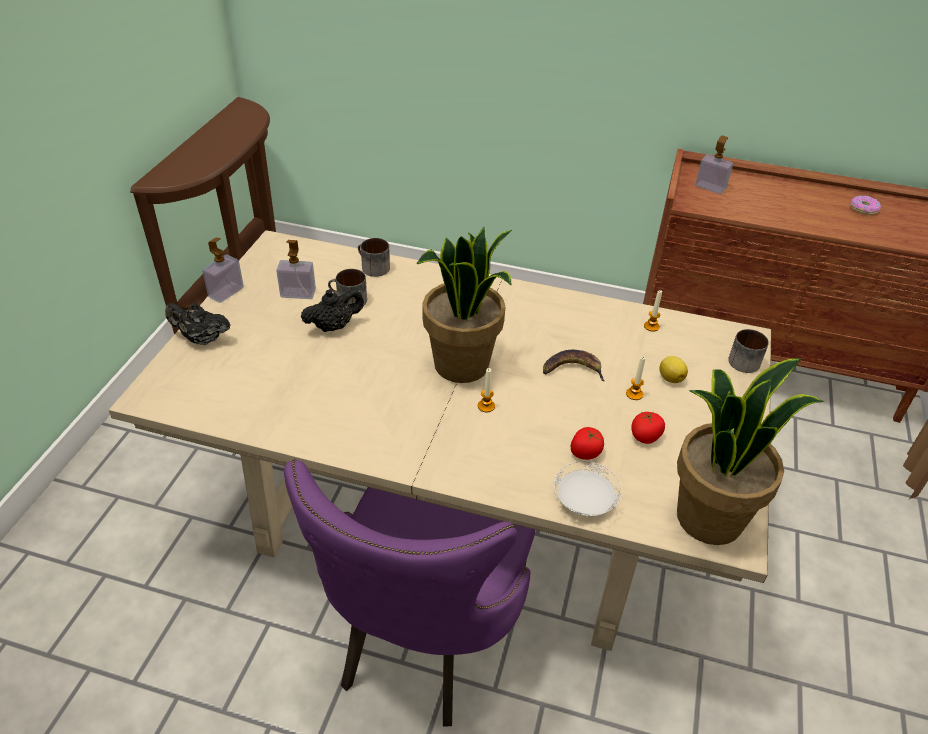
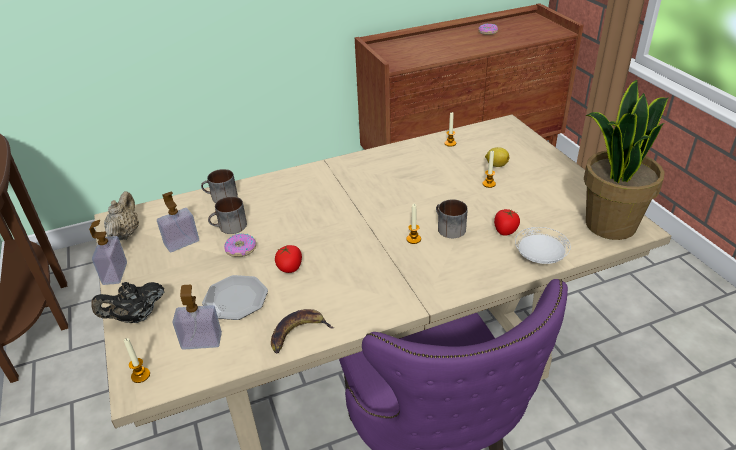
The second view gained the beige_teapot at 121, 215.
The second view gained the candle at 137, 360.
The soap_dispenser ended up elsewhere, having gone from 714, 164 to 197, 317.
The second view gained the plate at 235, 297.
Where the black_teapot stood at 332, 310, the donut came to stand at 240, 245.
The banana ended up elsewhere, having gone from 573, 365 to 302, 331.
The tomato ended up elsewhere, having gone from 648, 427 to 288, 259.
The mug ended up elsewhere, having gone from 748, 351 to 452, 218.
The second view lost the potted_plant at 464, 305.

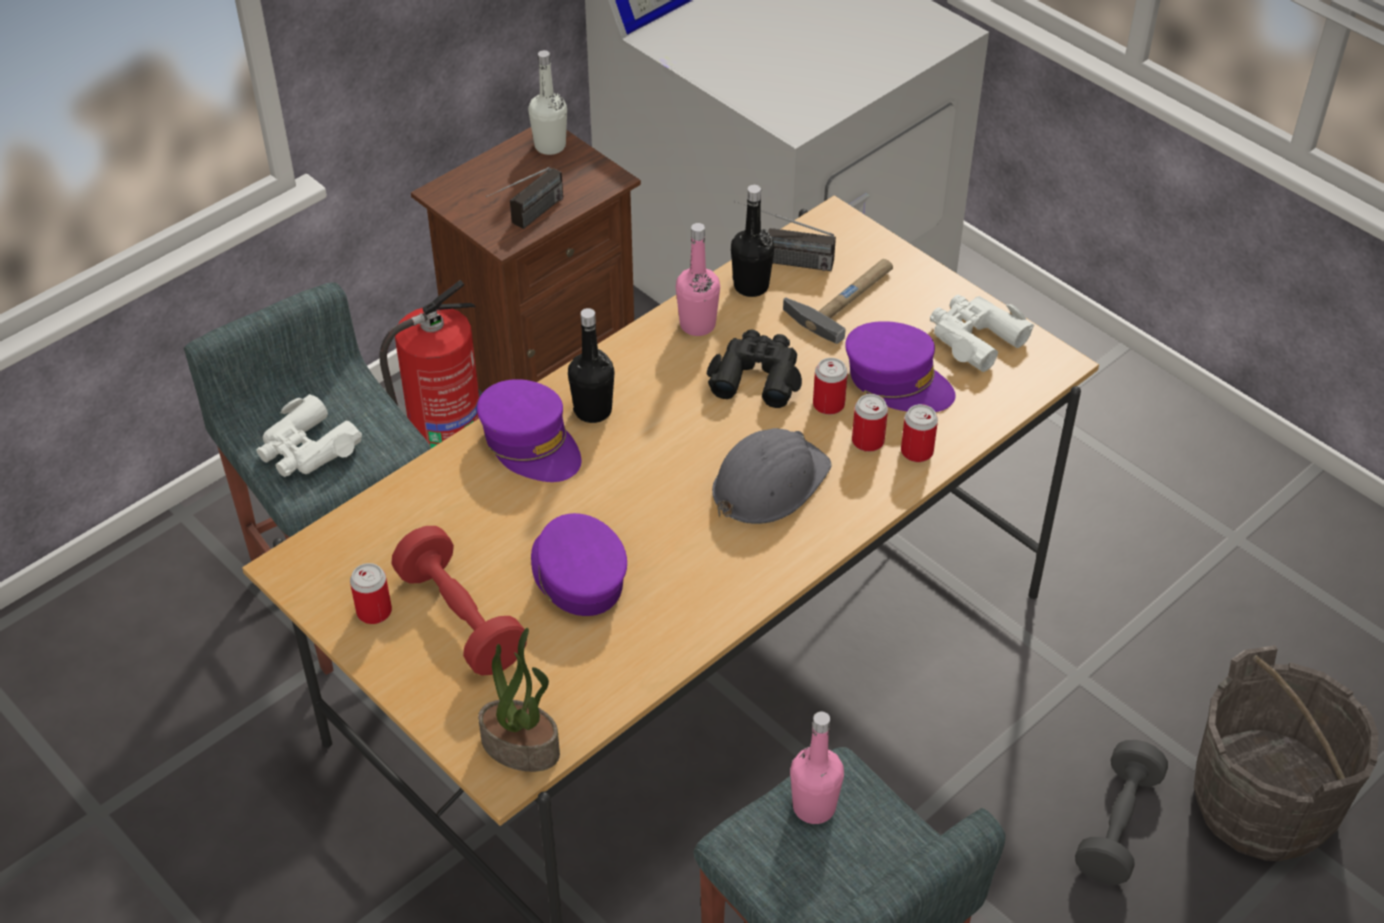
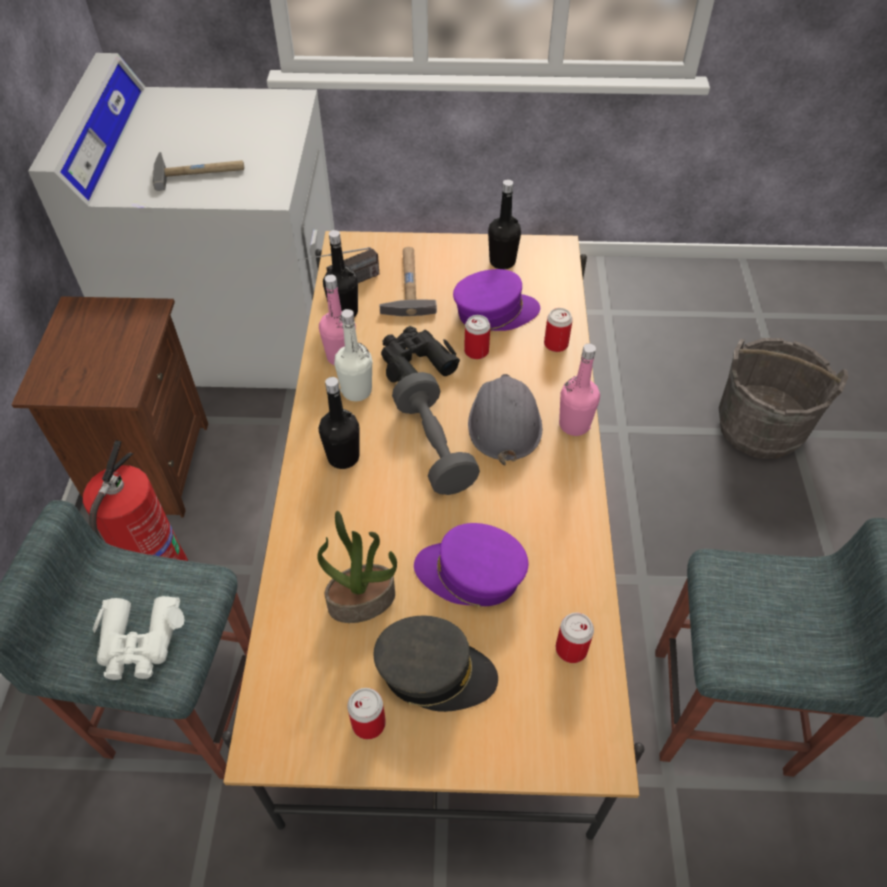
The second view gained the hammer at 198, 171.
The potted_plant ended up elsewhere, having gone from 519, 700 to 357, 567.
The white_bottle ended up elsewhere, having gone from 547, 102 to 353, 355.
Where the red_dumbbell stood at 459, 601, the grey_cap came to stand at 435, 664.
The grey_dumbbell ended up elsewhere, having gone from 1121, 812 to 436, 433.
Where the white_binoculars stood at 982, 333, the black_bottle came to stand at 504, 224.
The can ended up elsewhere, having gone from 870, 423 to 575, 638.
The pink_bottle ended up elsewhere, having gone from 817, 768 to 579, 390.
The second view lost the purple_cap at 529, 430.
The second view lost the radio at 524, 198.

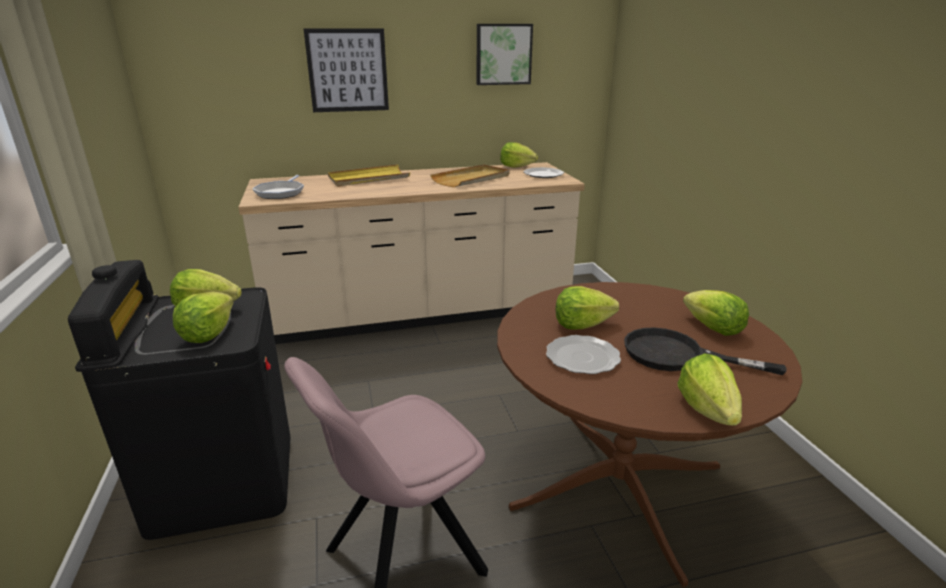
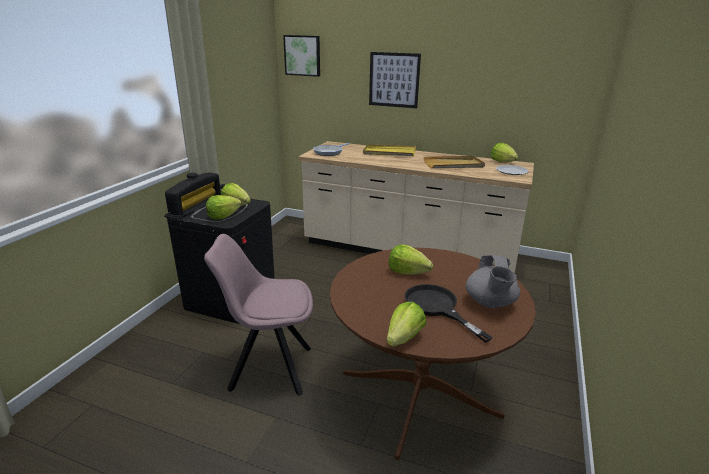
The picture ended up elsewhere, having gone from 505, 54 to 301, 56.
Where the lettuce stood at 716, 313, the grey_teapot came to stand at 493, 281.
The second view lost the plate at 583, 354.

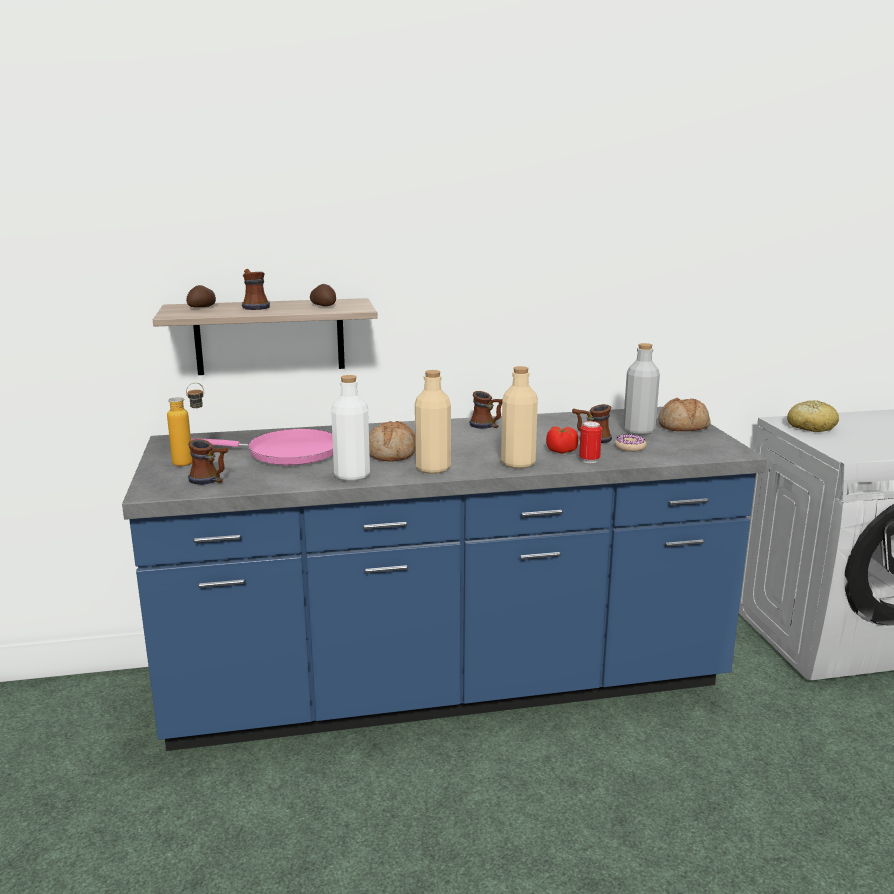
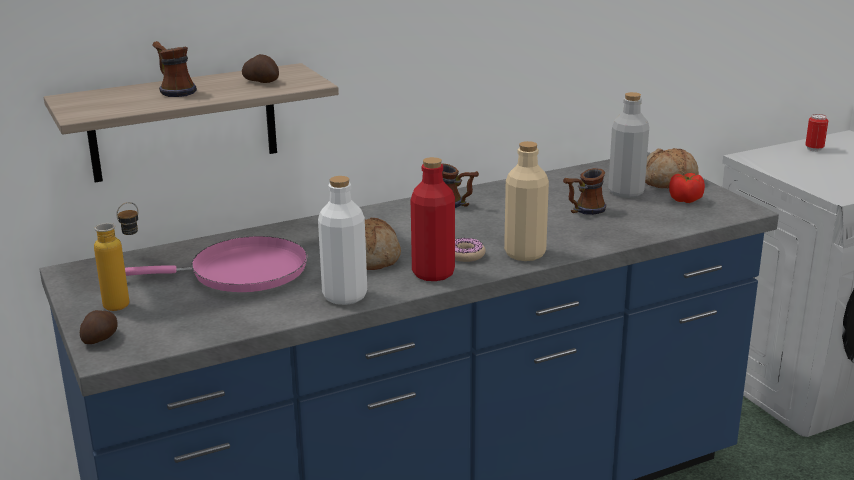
The potato ended up elsewhere, having gone from 201, 296 to 98, 327.
What was the beige_bottle at 433, 422 turned into the red_bottle at 433, 219.
The donut ended up elsewhere, having gone from 630, 443 to 470, 250.
The tomato ended up elsewhere, having gone from 562, 440 to 687, 188.
The can ended up elsewhere, having gone from 590, 442 to 816, 133.
The second view lost the mug at 208, 462.
The second view lost the bread at 813, 416.

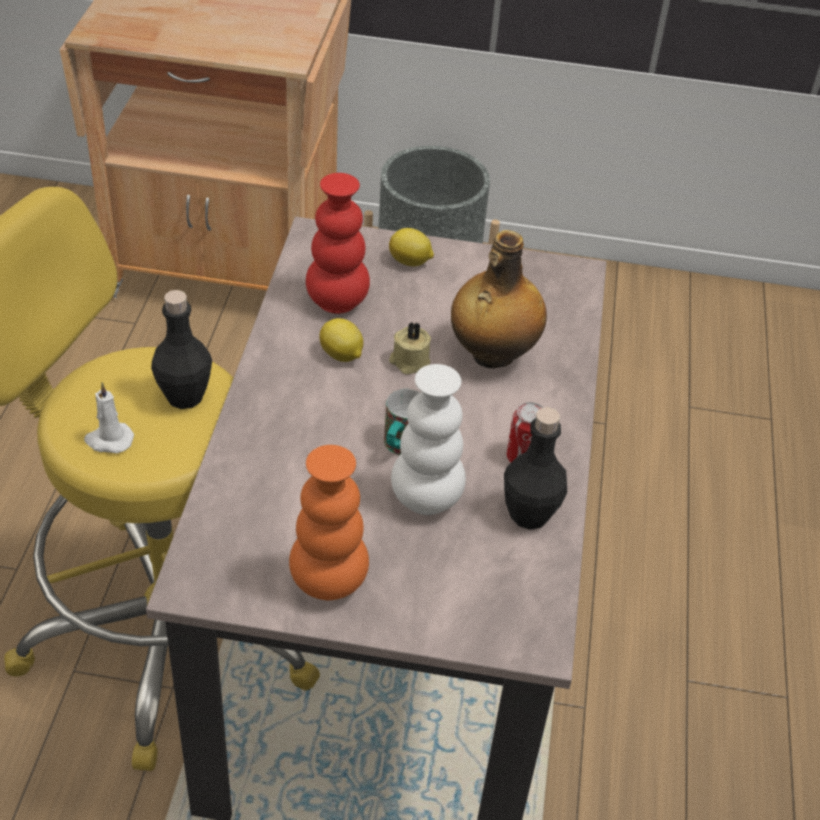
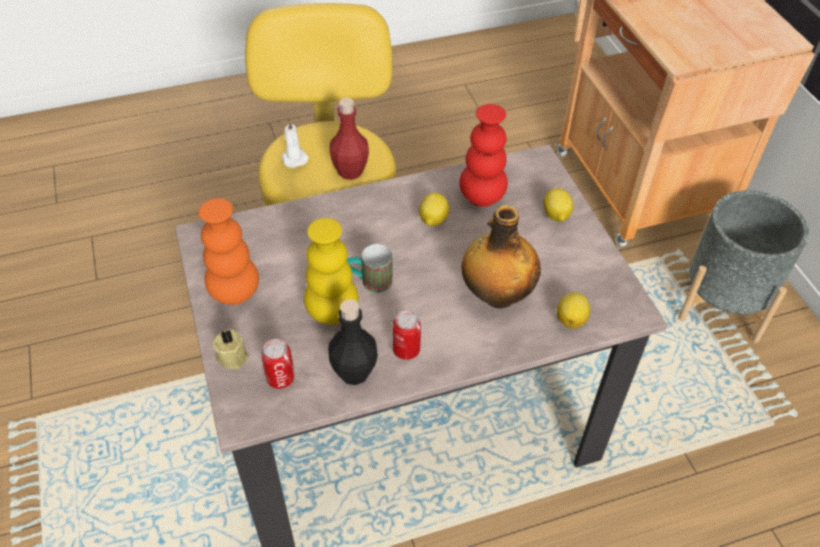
The beige_candle ended up elsewhere, having gone from 410, 348 to 231, 349.
The second view gained the can at 278, 364.
What was the white_vase at 428, 439 turned into the yellow_vase at 331, 271.
What was the black_bottle at 181, 349 turned into the red_bottle at 349, 139.
The second view gained the lemon at 573, 310.

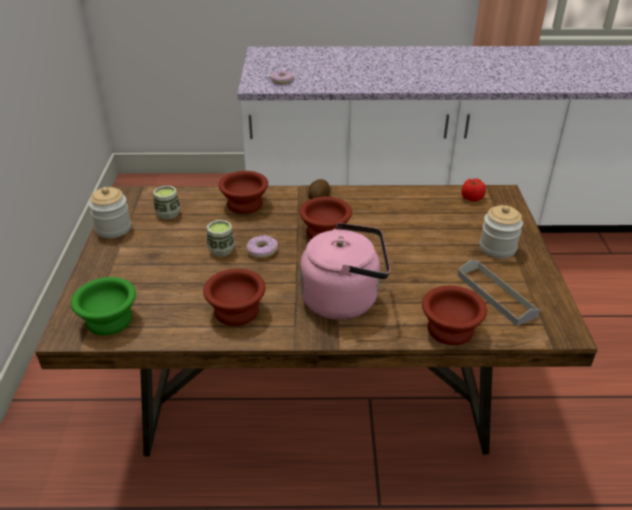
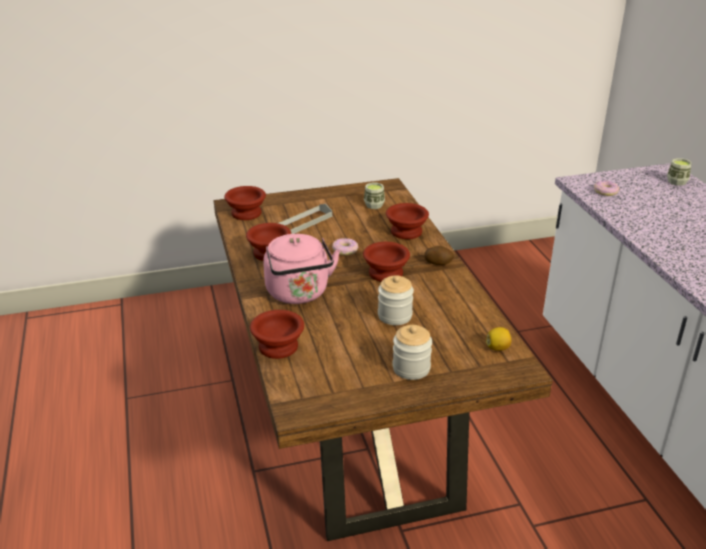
What was the green_bowl at 103, 306 turned into the brown_bowl at 245, 203.
The grey_tray ended up elsewhere, having gone from 499, 293 to 305, 219.
The jar ended up elsewhere, having gone from 110, 212 to 396, 300.
Where the tomato stood at 473, 190, the lemon came to stand at 498, 339.
The cup ended up elsewhere, having gone from 221, 238 to 679, 172.

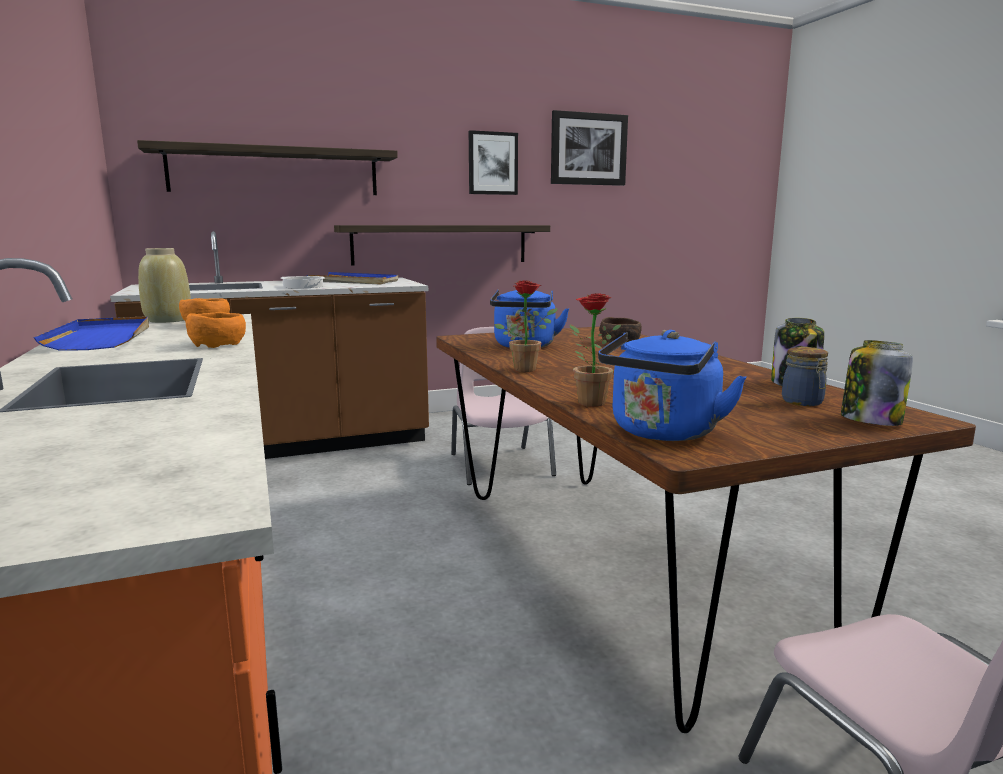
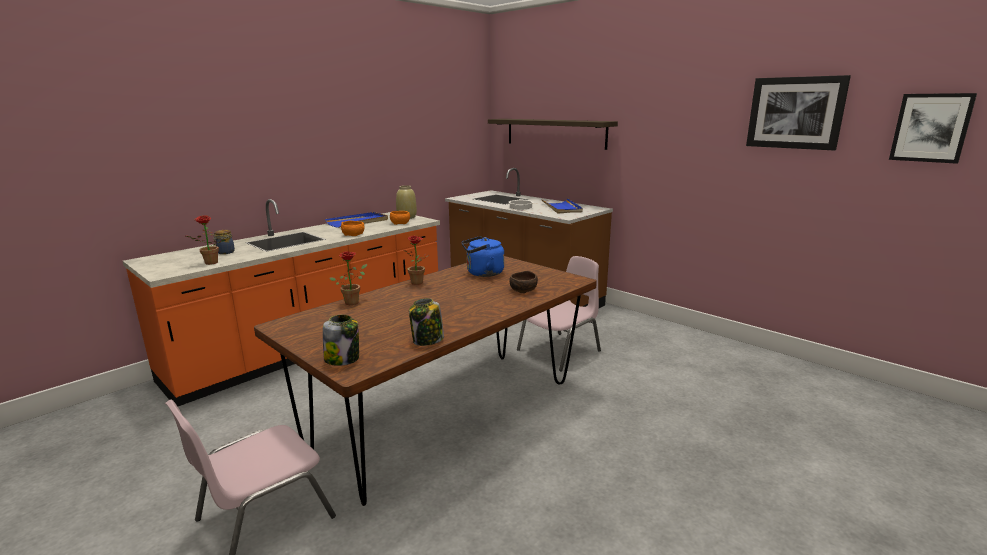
The second view gained the potted_plant at 206, 240.
The jar ended up elsewhere, having gone from 805, 376 to 223, 242.
The picture ended up elsewhere, having gone from 493, 162 to 933, 128.
The second view lost the shelf at 442, 245.
The second view lost the blue_kettle at 672, 385.

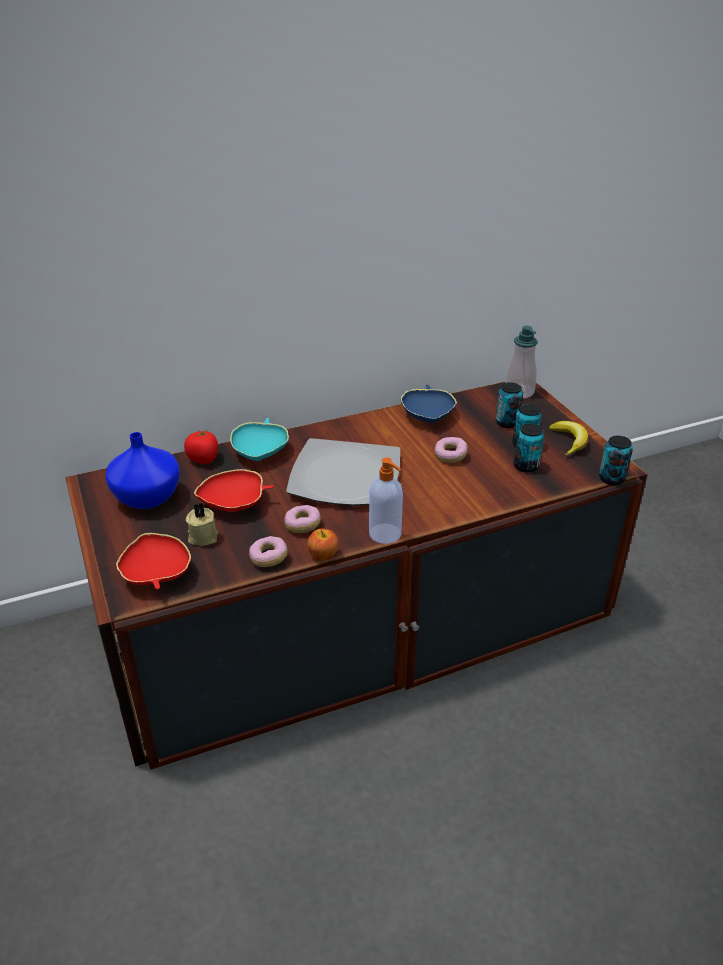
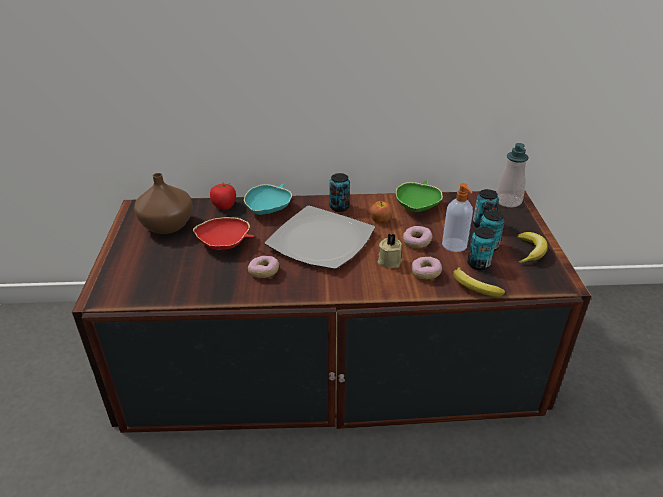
What was the blue_vase at 142, 470 turned into the brown_vase at 163, 203.
The can ended up elsewhere, having gone from 616, 460 to 339, 192.
The apple ended up elsewhere, having gone from 323, 545 to 381, 212.
The beige_candle ended up elsewhere, having gone from 202, 524 to 389, 251.
What was the blue_bowl at 429, 404 turned into the green_bowl at 419, 196.
The donut ended up elsewhere, having gone from 268, 551 to 426, 268.
The soap_dispenser ended up elsewhere, having gone from 386, 500 to 457, 217.
The second view gained the banana at 479, 282.
The second view lost the red_bowl at 153, 561.

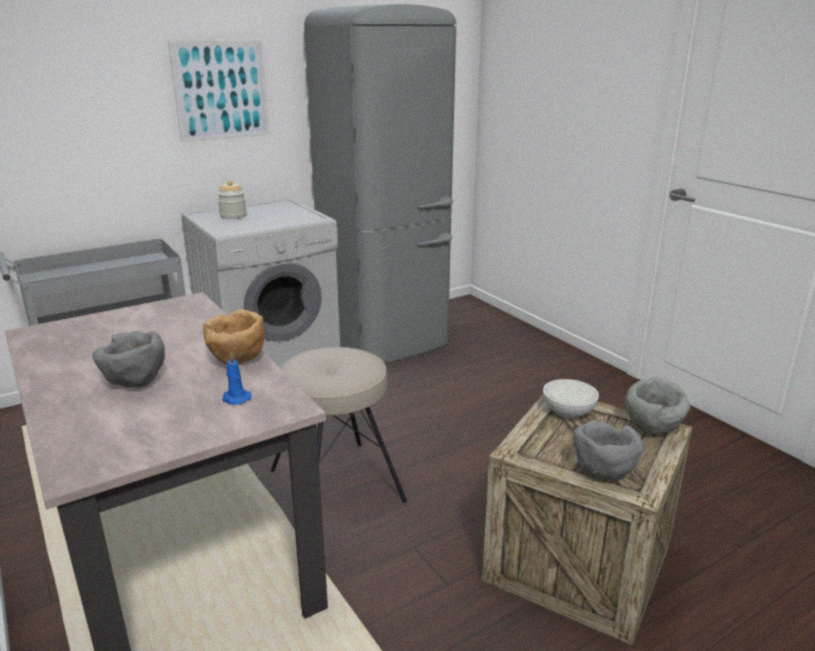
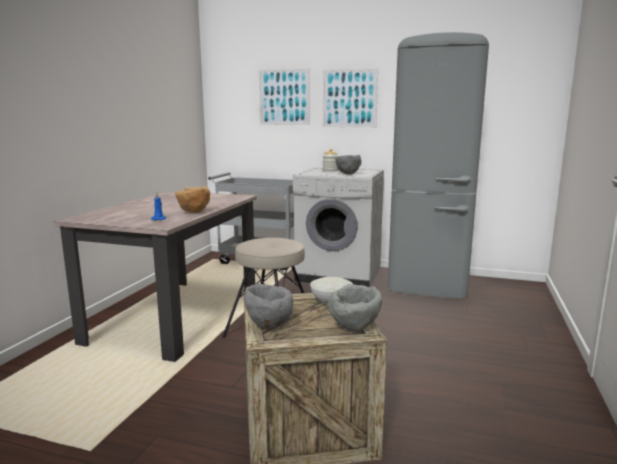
The second view gained the picture at 284, 96.
The grey_bowl ended up elsewhere, having gone from 129, 359 to 348, 165.

